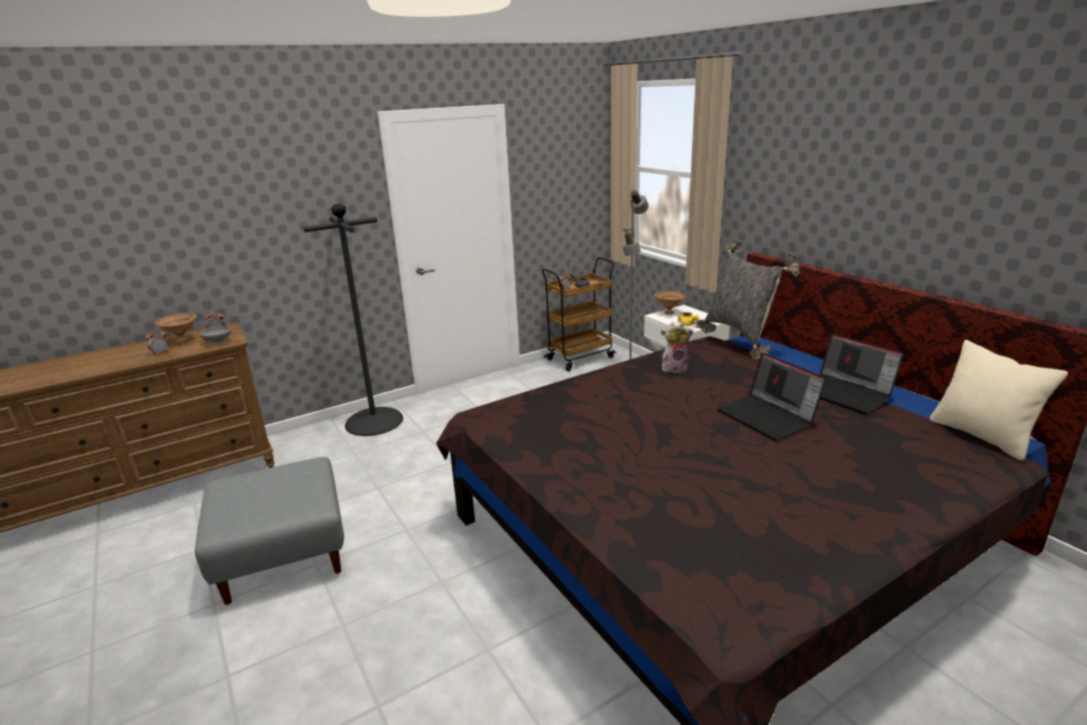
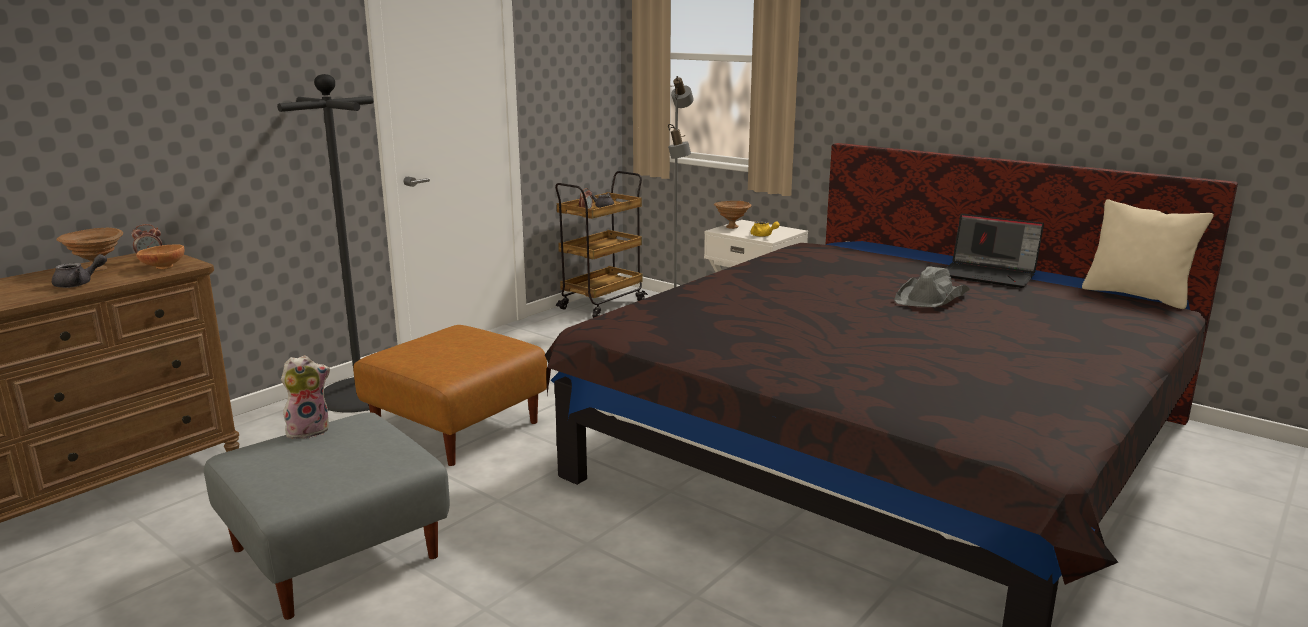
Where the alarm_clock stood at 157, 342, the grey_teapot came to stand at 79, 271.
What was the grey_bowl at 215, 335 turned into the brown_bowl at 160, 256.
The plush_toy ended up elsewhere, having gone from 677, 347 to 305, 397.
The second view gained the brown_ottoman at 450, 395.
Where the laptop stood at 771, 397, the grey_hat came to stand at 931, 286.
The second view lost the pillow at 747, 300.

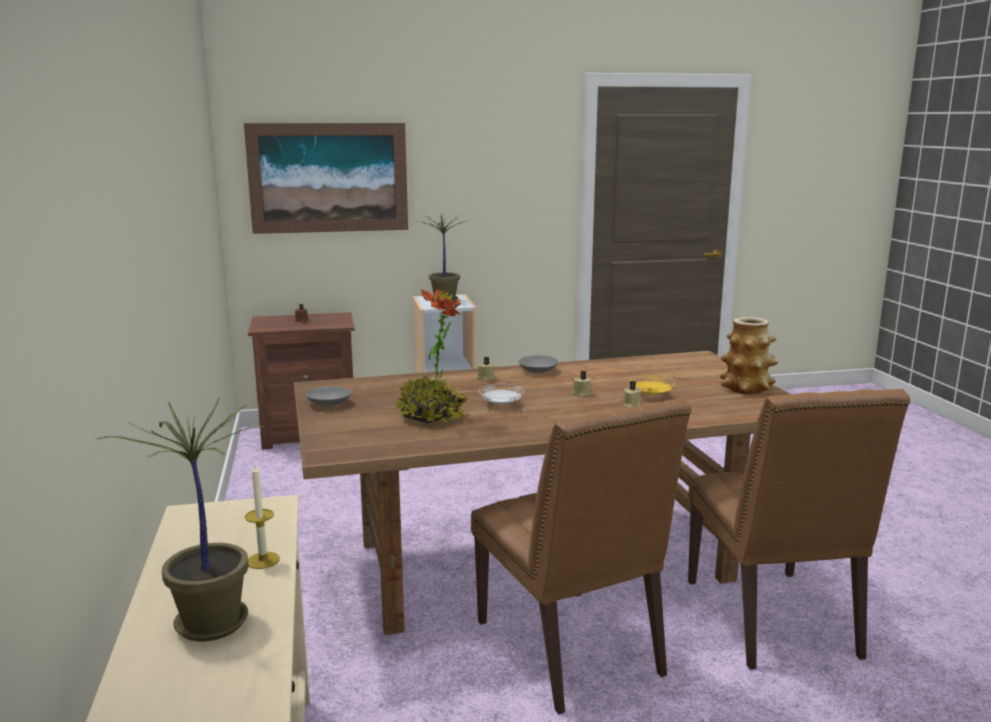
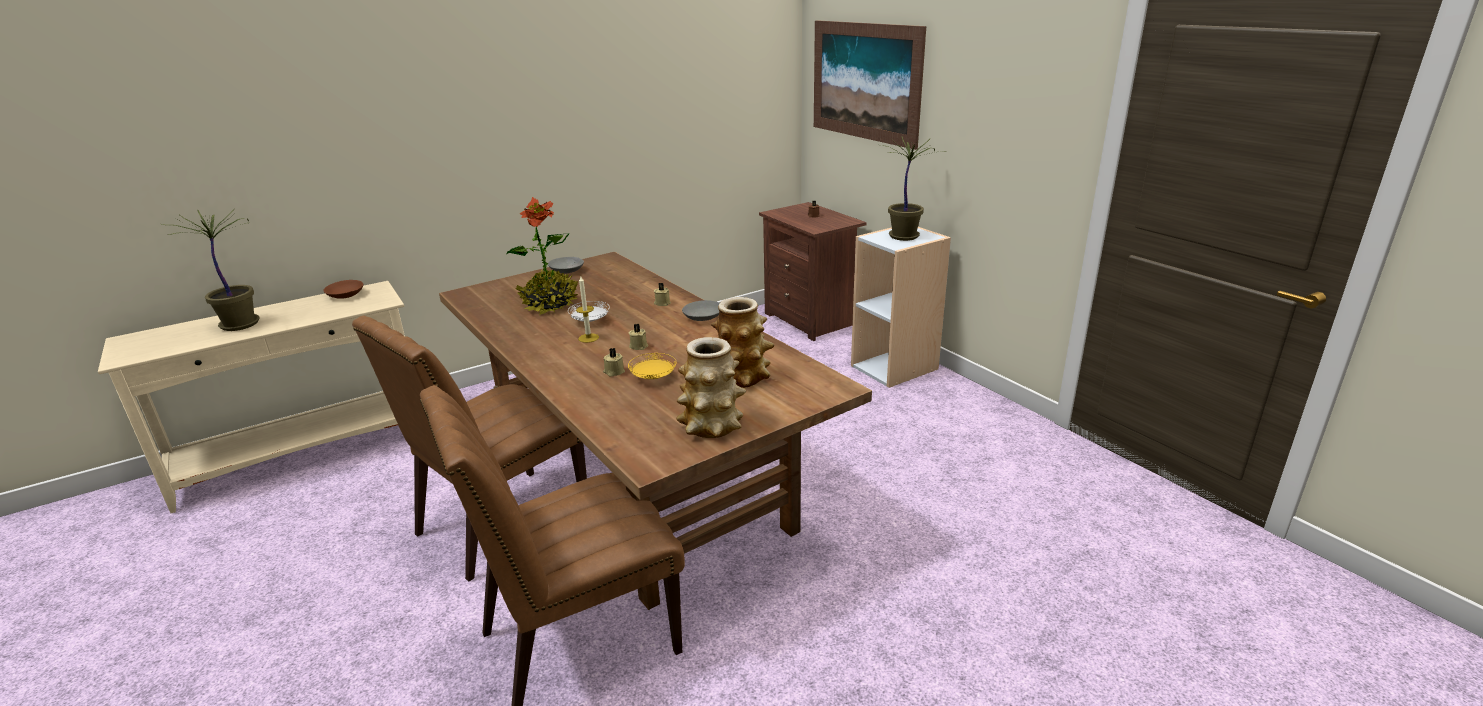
The second view gained the brown_bowl at 343, 289.
The candle ended up elsewhere, having gone from 262, 516 to 587, 309.
The second view gained the vase at 742, 342.

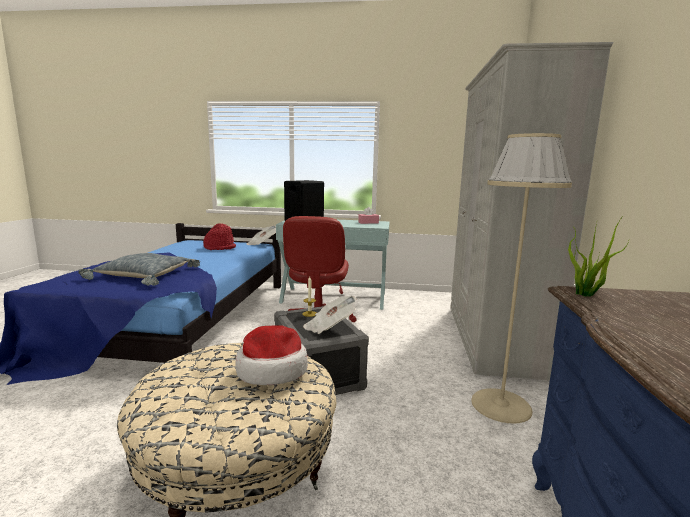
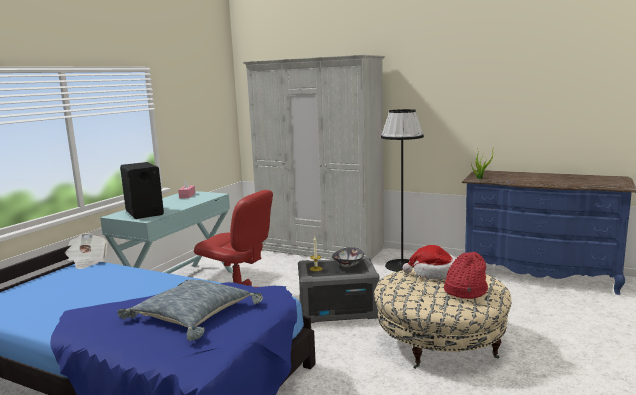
Where the newspaper stood at 330, 315, the bowl came to stand at 348, 257.
What was the beige_floor_lamp at 521, 278 turned into the black_floor_lamp at 402, 190.
The red_hat ended up elsewhere, having gone from 219, 236 to 466, 275.

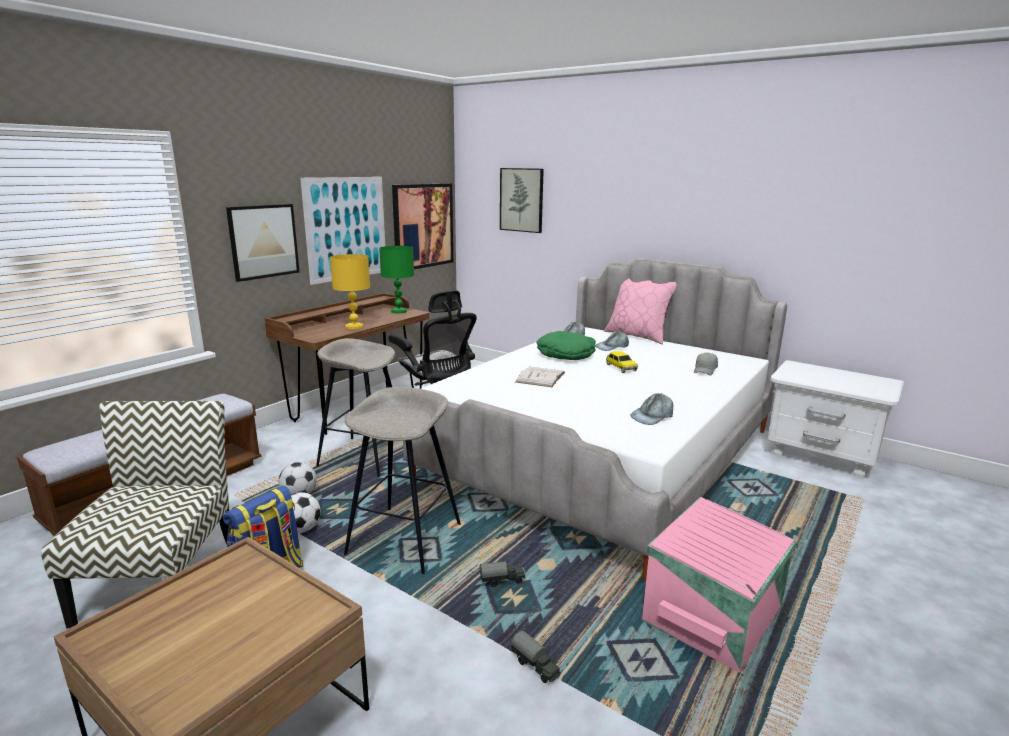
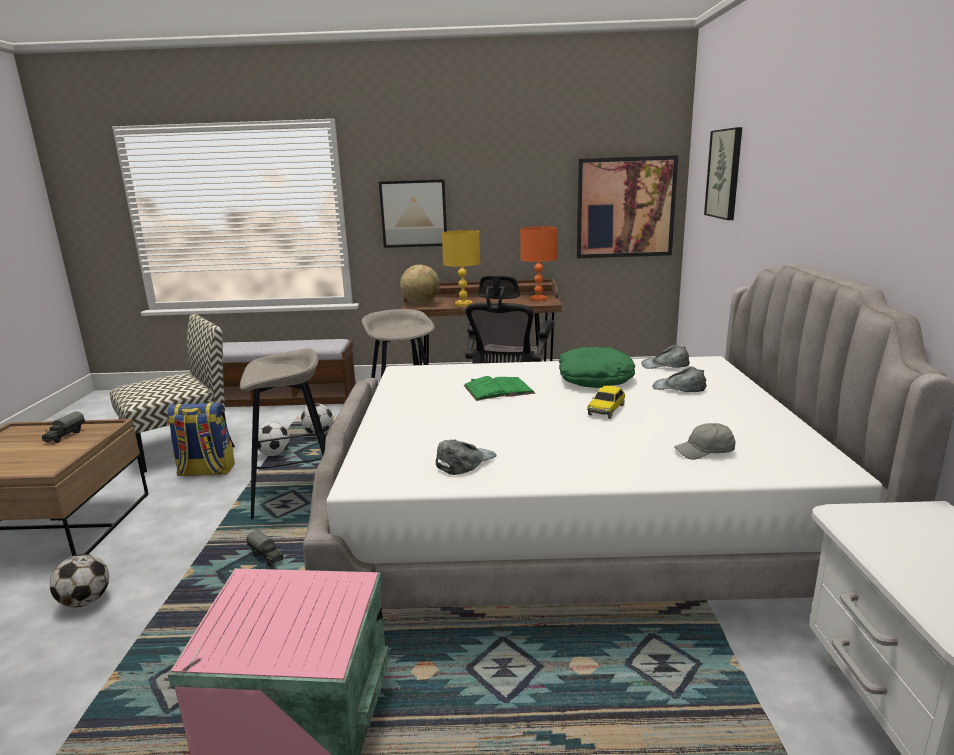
The toy_truck ended up elsewhere, having gone from 536, 657 to 63, 427.
The second view gained the football at 79, 580.
The second view gained the globe at 420, 284.
The grey_cap at 651, 409 ended up facing another way, 120 degrees clockwise from before.
What was the white_book at 540, 377 turned into the green_book at 499, 388.
What was the green_table_lamp at 396, 279 turned into the orange_table_lamp at 538, 263.
The second view lost the picture at 342, 231.
The second view lost the pink_pillow at 640, 311.

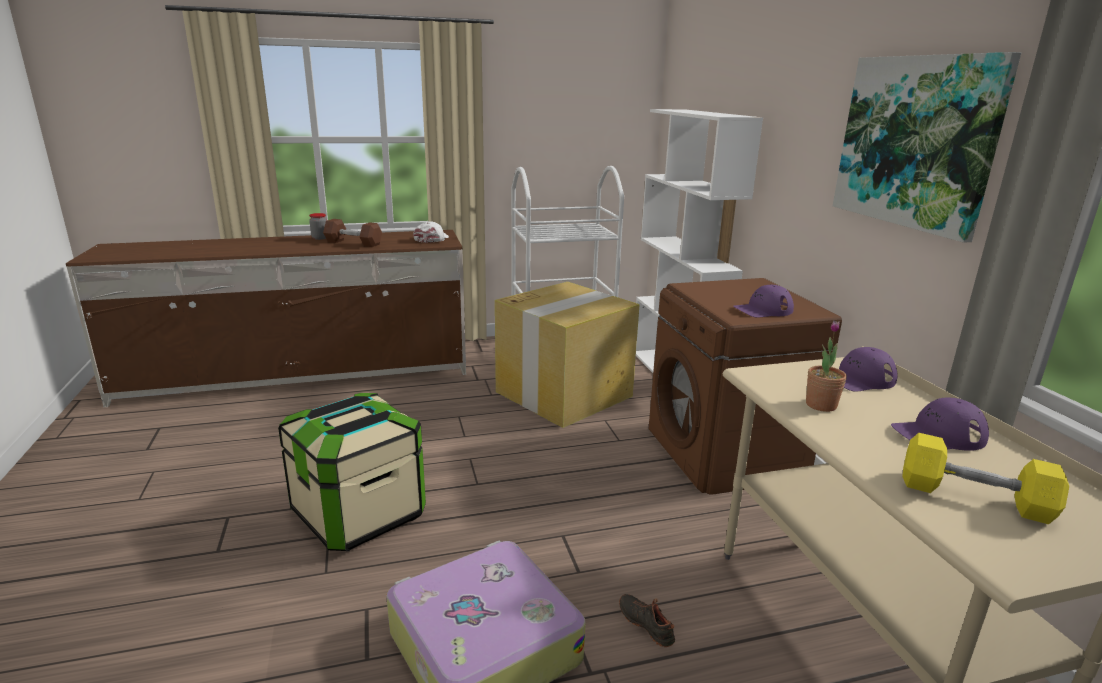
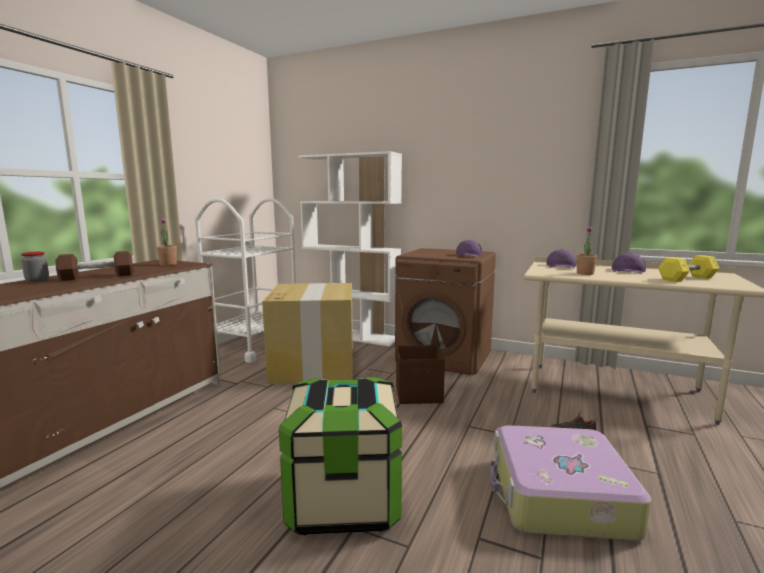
Where the white_cap stood at 431, 232, the potted_plant came to stand at 166, 242.
The second view gained the brown_storage_box at 420, 374.
The second view lost the picture at 927, 147.

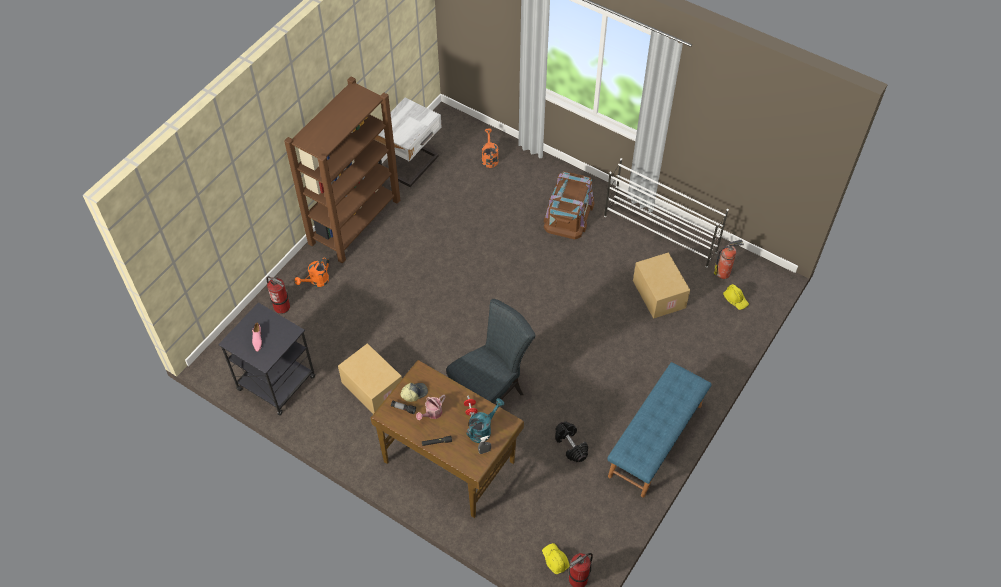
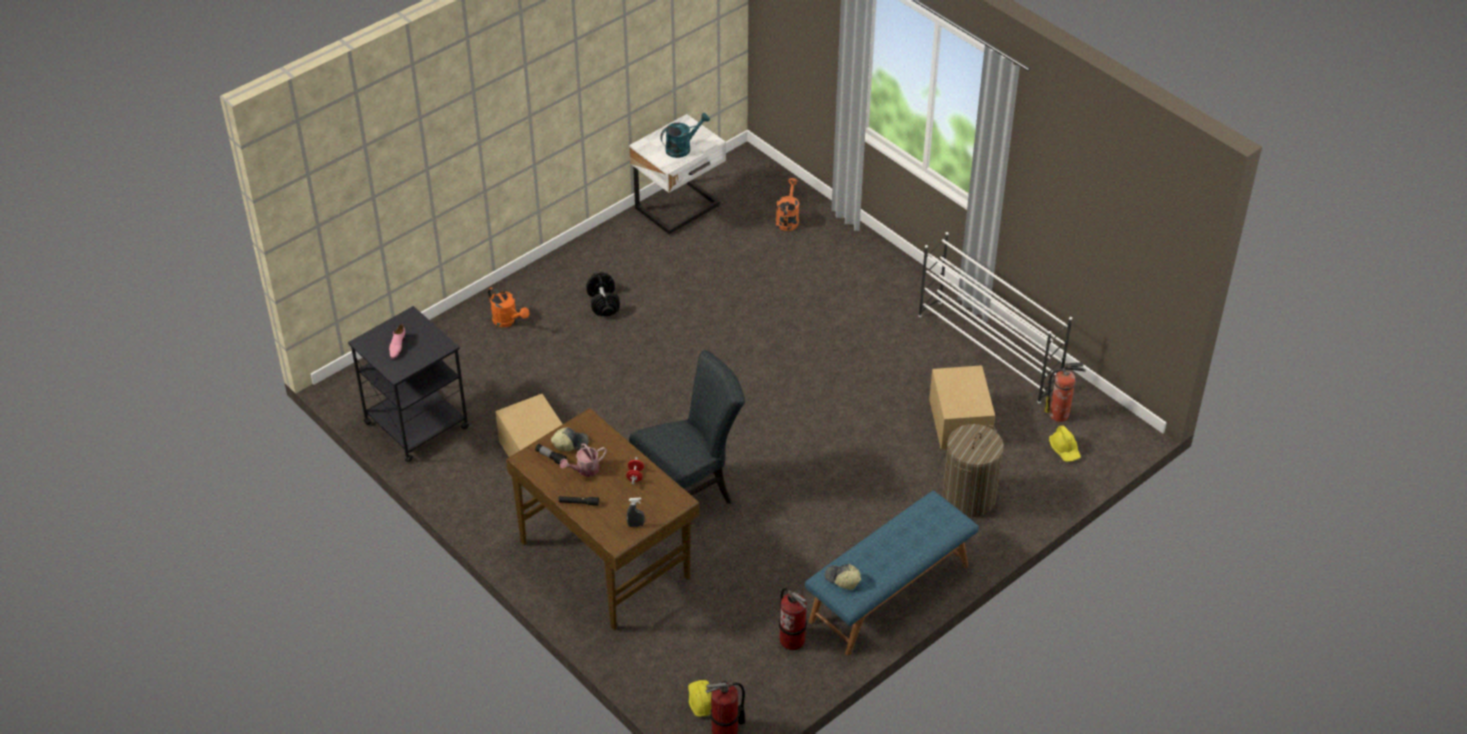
The orange_watering_can at 312, 272 ended up facing another way, 105 degrees counterclockwise from before.
The black_dumbbell ended up elsewhere, having gone from 571, 441 to 603, 294.
The turquoise_watering_can ended up elsewhere, having gone from 486, 420 to 685, 135.
The fire_extinguisher ended up elsewhere, having gone from 278, 295 to 792, 619.
The second view gained the cap at 842, 577.
The second view gained the laundry_basket at 973, 470.
The second view lost the brown_bookcase at 342, 169.
The second view lost the brown_storage_box at 569, 205.

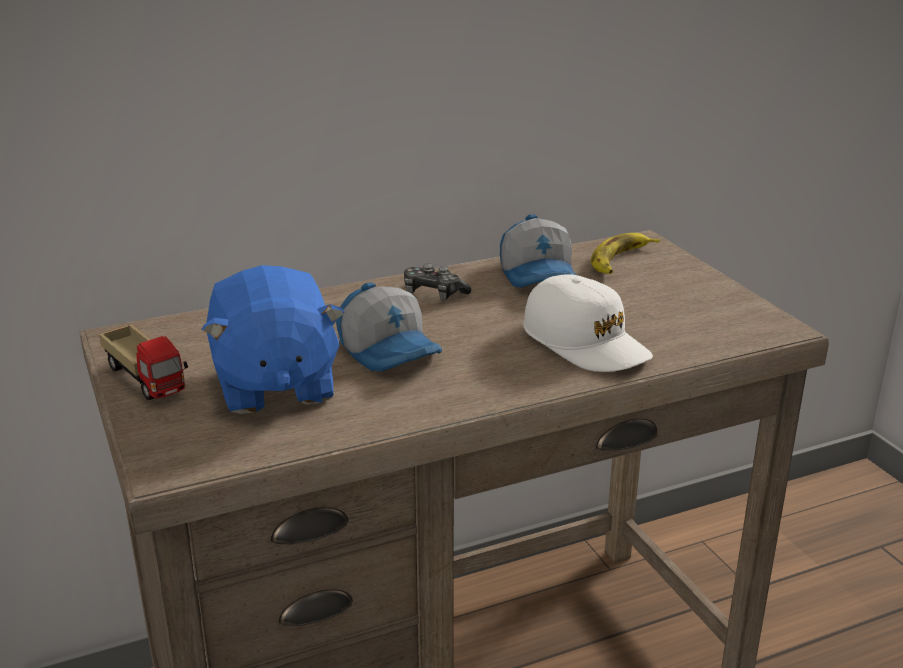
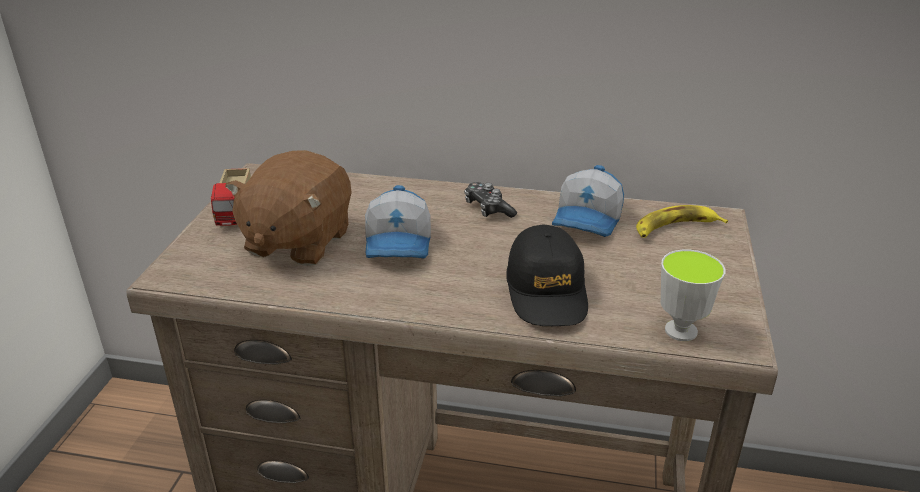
What was the blue_plush_toy at 273, 339 turned into the brown_plush_toy at 288, 208.
What was the white_cap at 588, 323 turned into the black_cap at 547, 275.
The second view gained the cup at 693, 295.

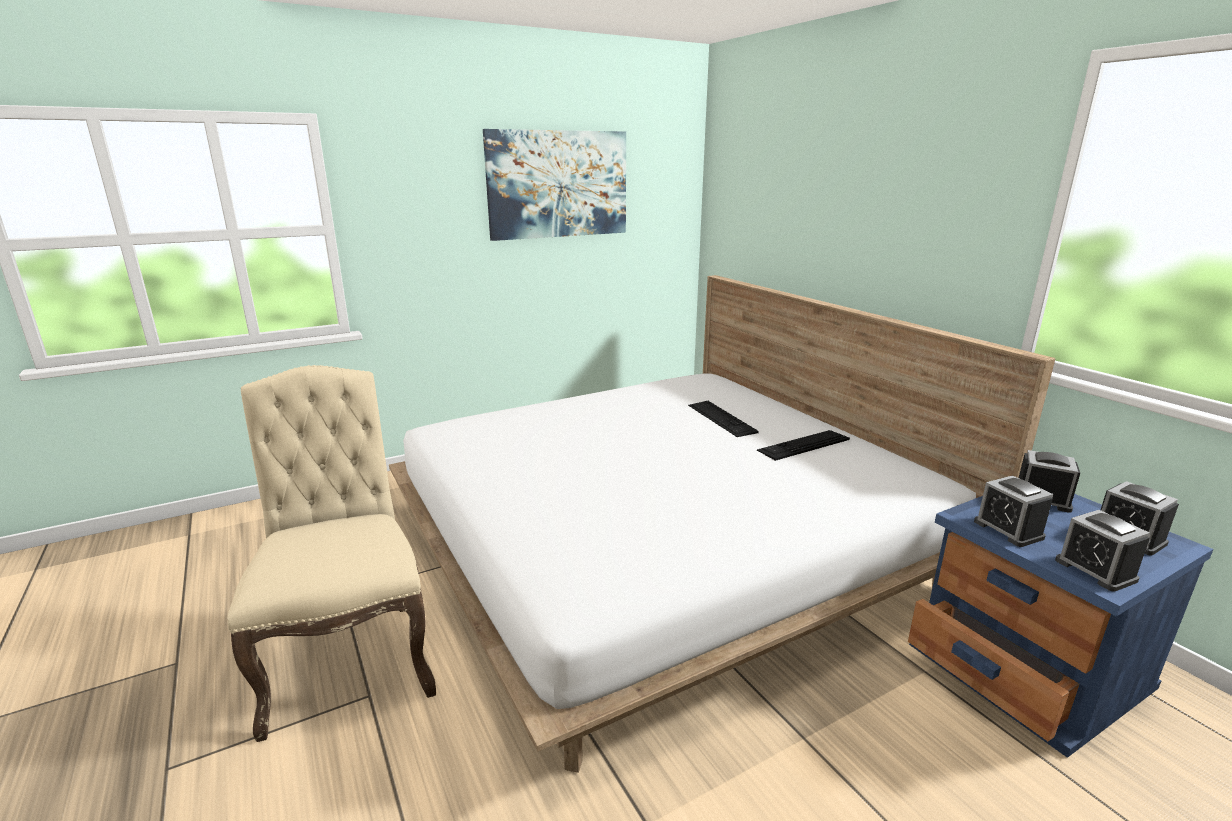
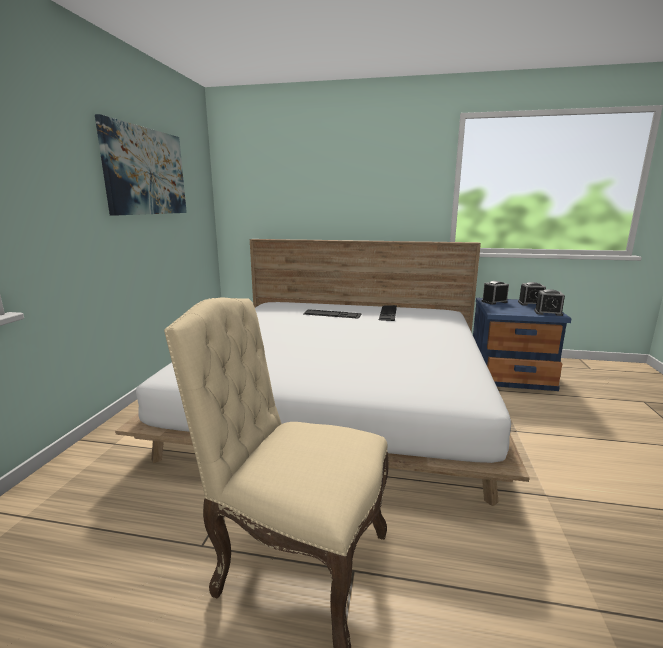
The second view lost the alarm_clock at 1013, 511.

